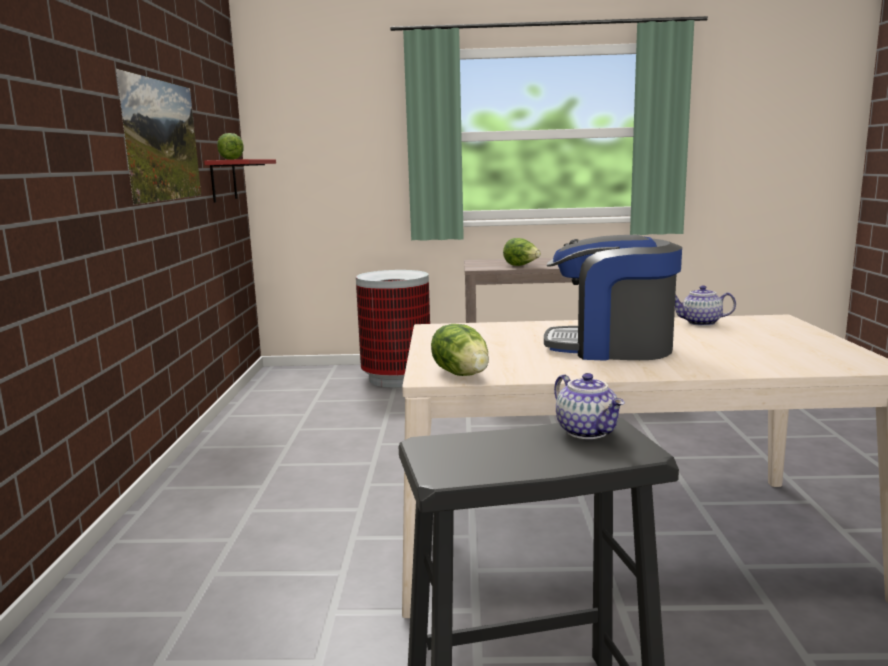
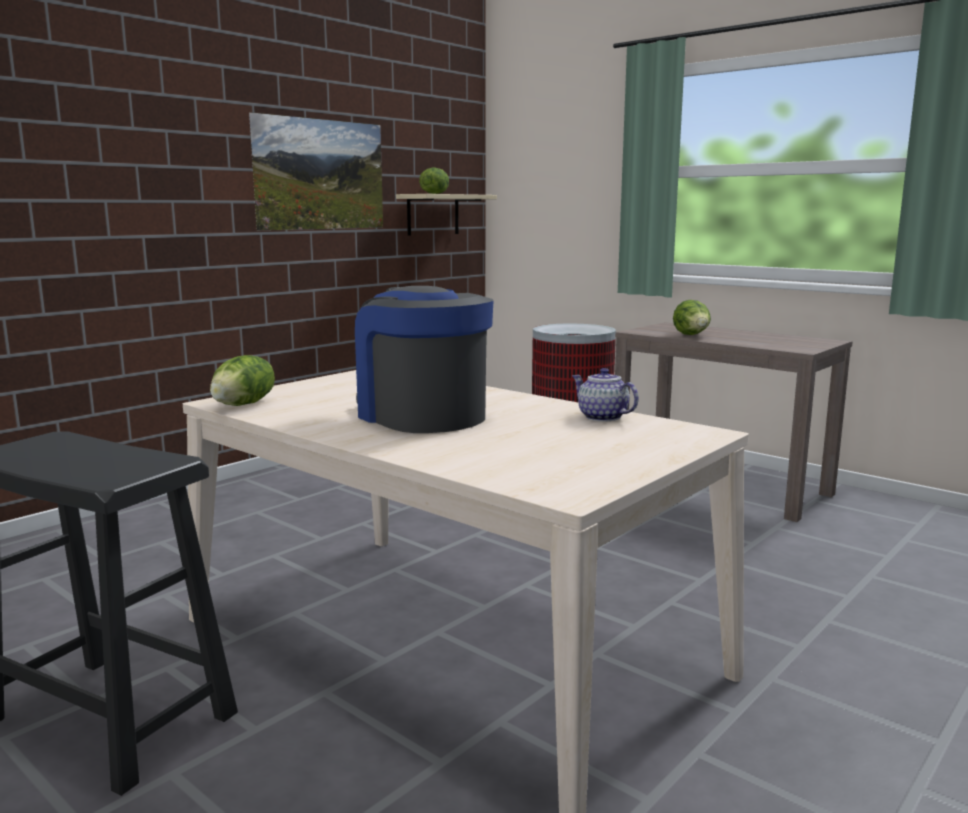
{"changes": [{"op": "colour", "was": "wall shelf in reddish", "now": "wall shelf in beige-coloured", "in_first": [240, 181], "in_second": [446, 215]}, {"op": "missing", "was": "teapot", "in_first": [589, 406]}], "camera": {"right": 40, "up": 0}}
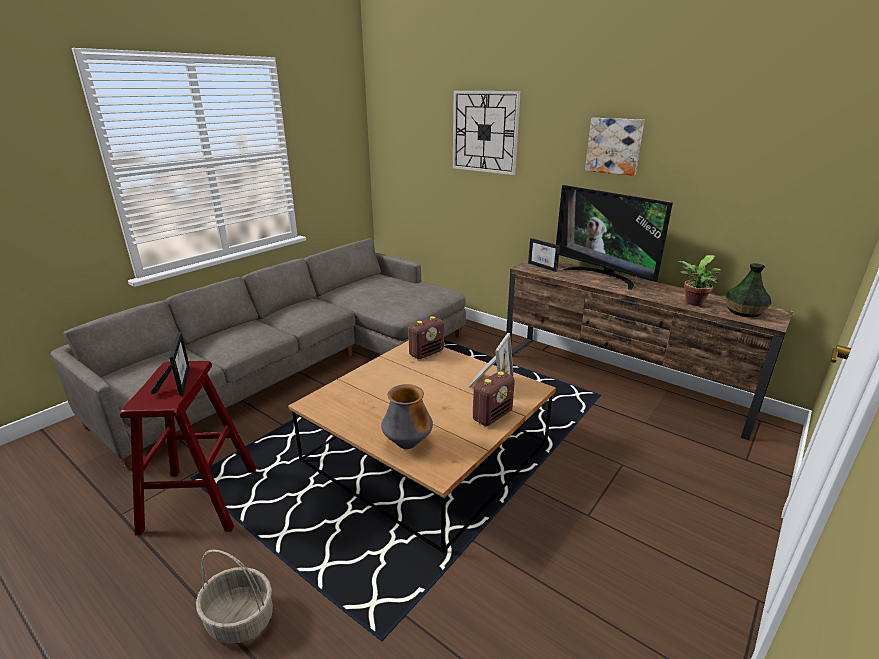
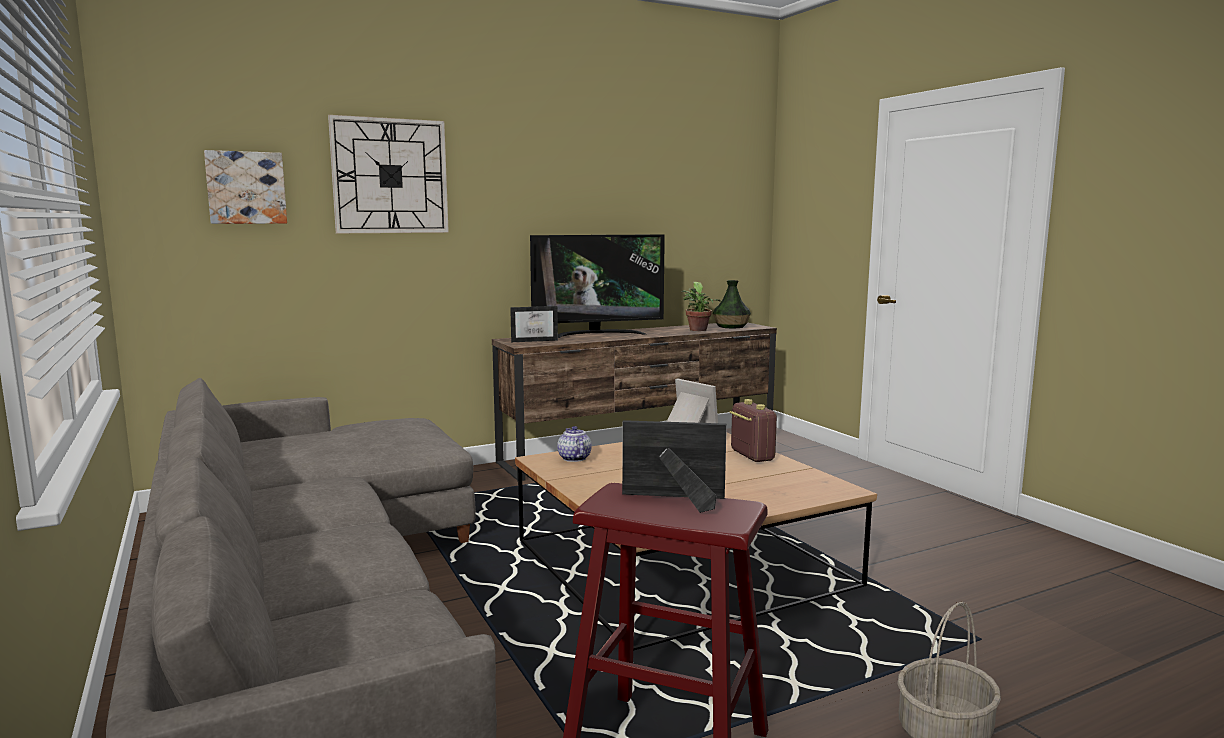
{"changes": [{"op": "relocated", "was": "picture", "in_first": [615, 147], "in_second": [245, 187]}, {"op": "exchanged", "was": "radio set", "now": "teapot", "in_first": [426, 337], "in_second": [574, 444]}, {"op": "missing", "was": "decorative vase", "in_first": [407, 416]}], "camera": {"right": -65, "up": -15}}
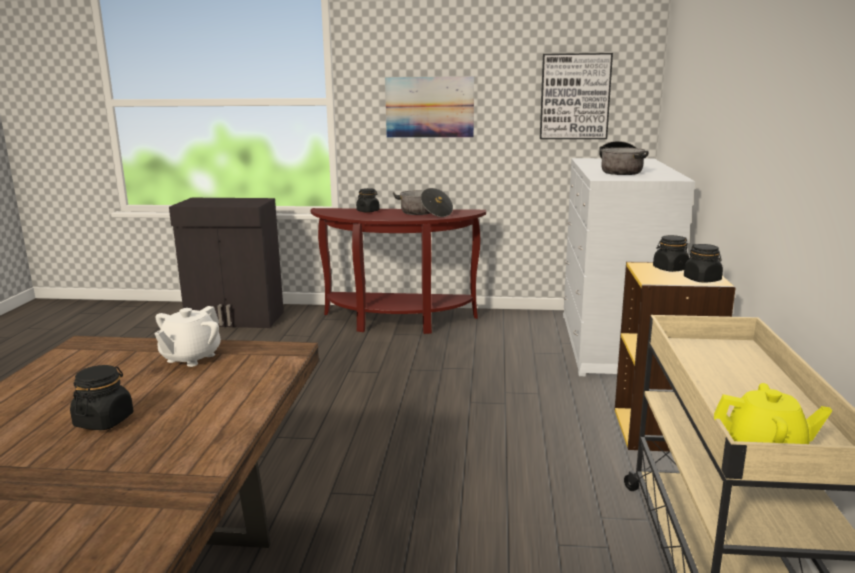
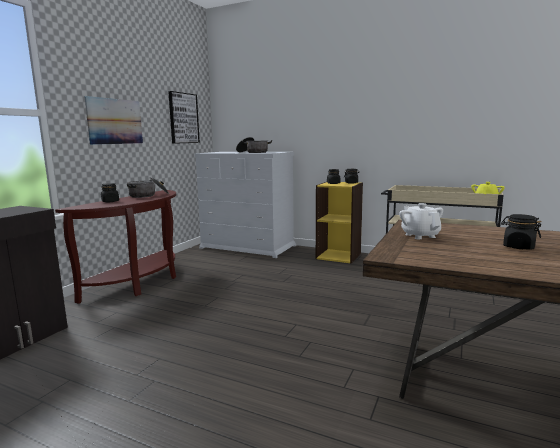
{"changes": [{"op": "spun", "was": "teapot in whitish", "in_first": [187, 336], "in_second": [421, 221], "clockwise": -150}], "camera": {"right": -70, "up": -5}}
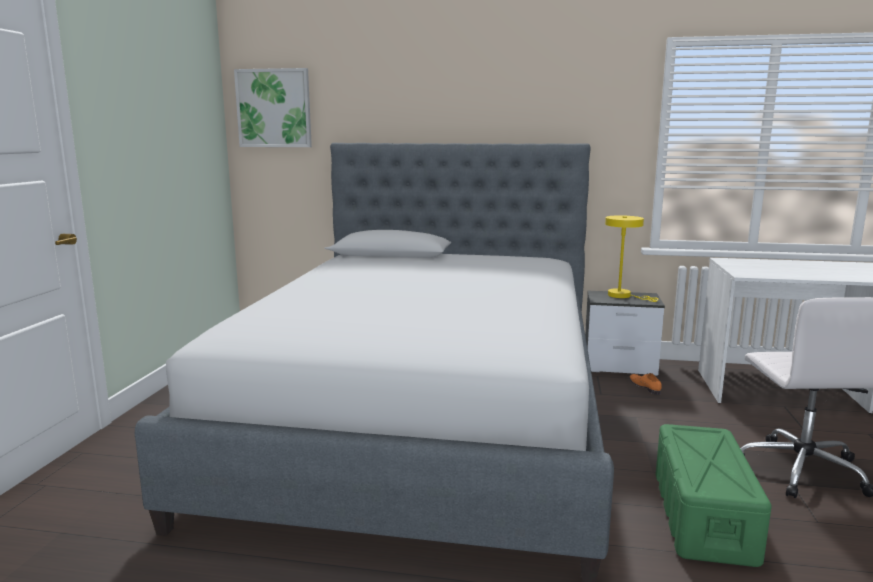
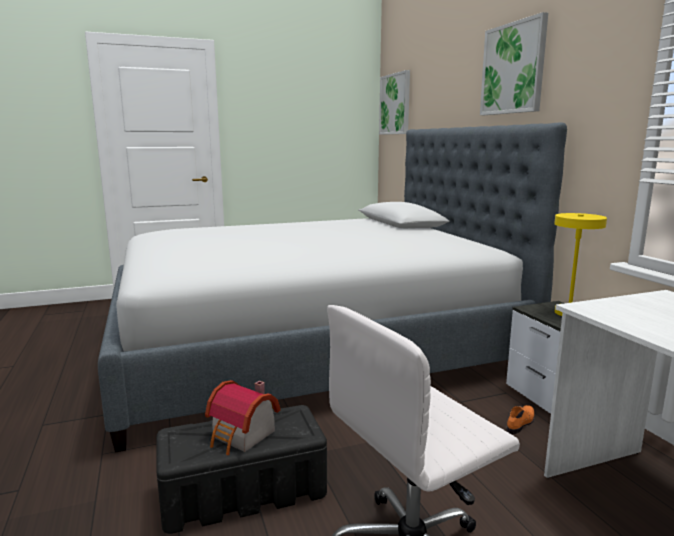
{"changes": [{"op": "colour", "was": "storage bin in green-coloured", "now": "storage bin in black", "in_first": [714, 495], "in_second": [242, 469]}, {"op": "appeared", "now": "picture", "in_second": [514, 63]}, {"op": "appeared", "now": "toy house", "in_second": [243, 417]}], "camera": {"right": 60, "up": 0}}
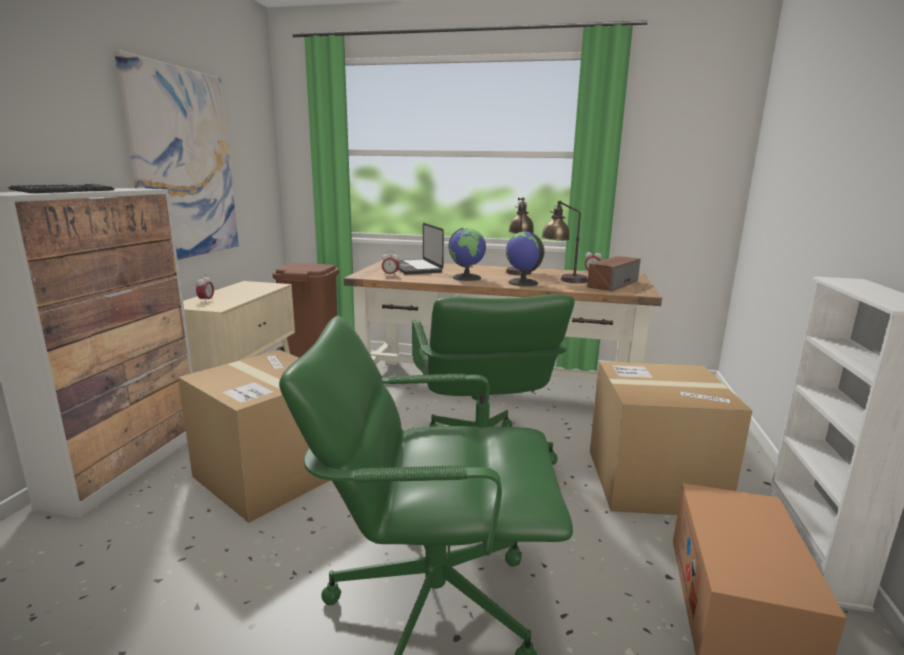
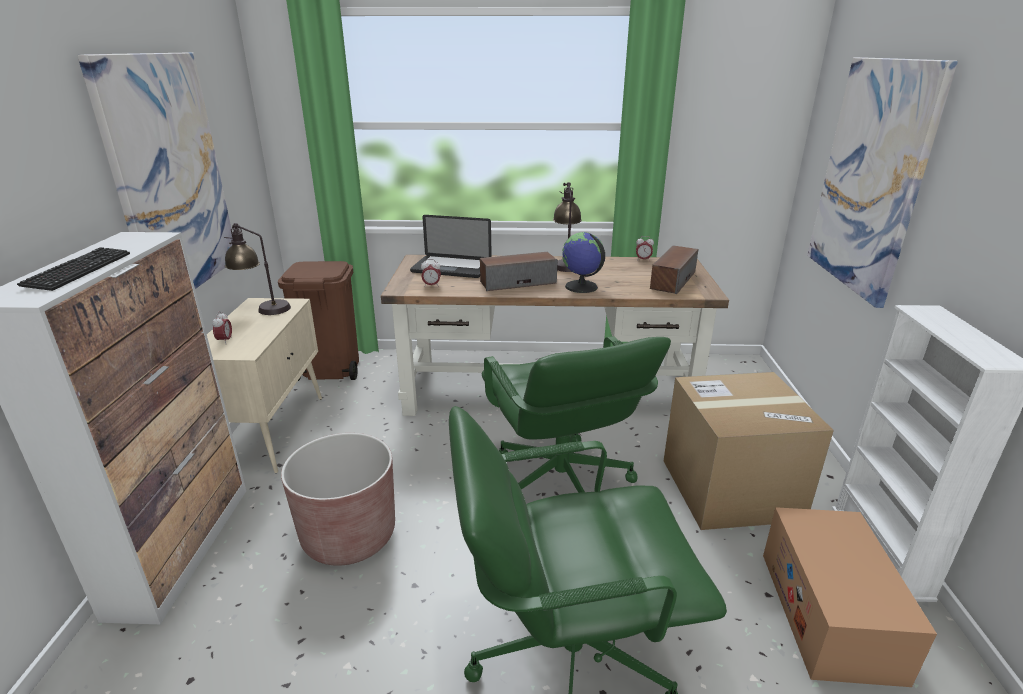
{"changes": [{"op": "relocated", "was": "tabletop lamp", "in_first": [564, 241], "in_second": [257, 269]}, {"op": "spun", "was": "portable computer", "in_first": [421, 248], "in_second": [451, 246], "clockwise": -45}, {"op": "exchanged", "was": "globe", "now": "audio speaker", "in_first": [467, 254], "in_second": [519, 271]}, {"op": "exchanged", "was": "carton", "now": "plant pot in brownish", "in_first": [254, 436], "in_second": [338, 499]}, {"op": "appeared", "now": "picture", "in_second": [882, 182]}], "camera": {"right": -10, "up": 10}}
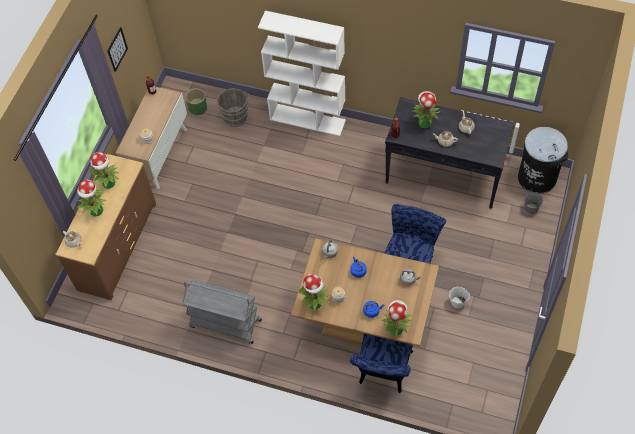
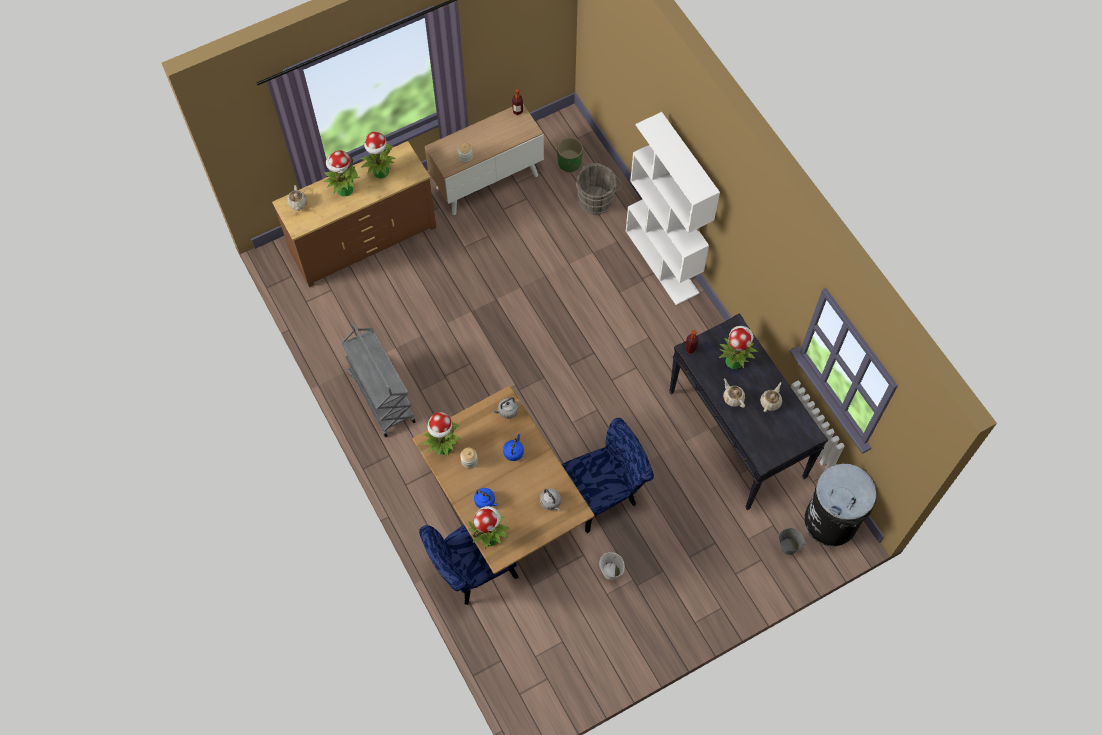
{"changes": [{"op": "missing", "was": "picture", "in_first": [117, 49]}], "camera": {"right": 40, "up": 5}}
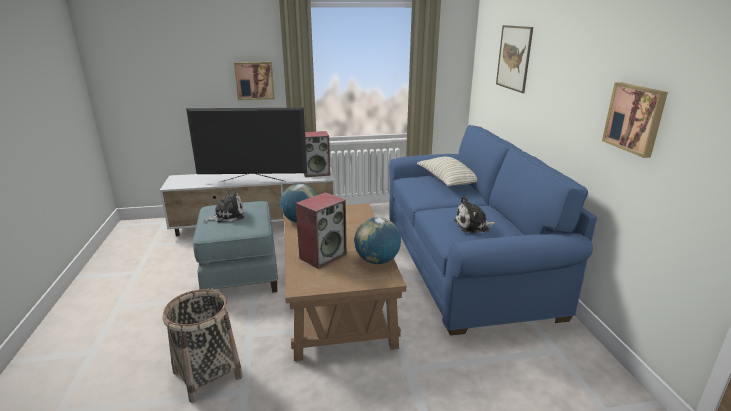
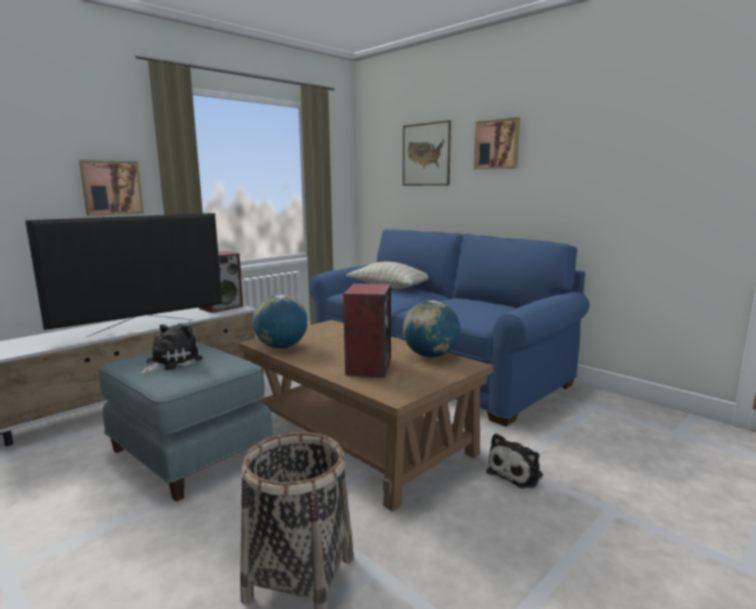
{"changes": [{"op": "relocated", "was": "picture", "in_first": [635, 120], "in_second": [497, 143]}, {"op": "relocated", "was": "soft toy", "in_first": [475, 215], "in_second": [514, 461]}], "camera": {"right": -35, "up": -10}}
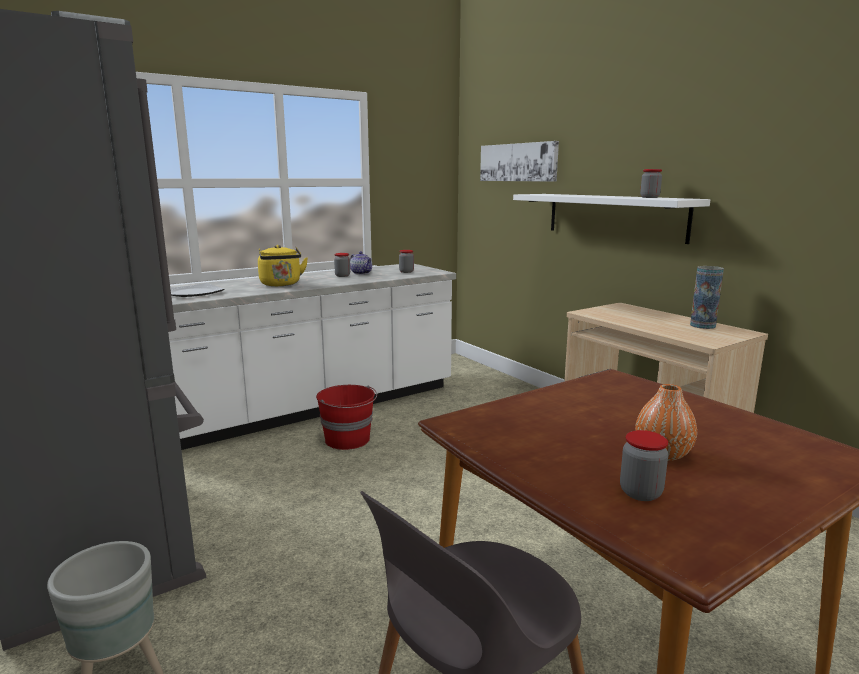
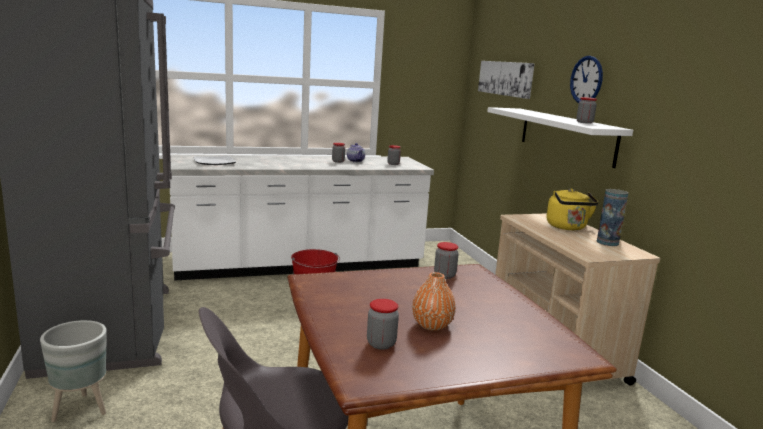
{"changes": [{"op": "relocated", "was": "water kettle in yellow-coloured", "in_first": [283, 265], "in_second": [572, 209]}, {"op": "appeared", "now": "wall clock", "in_second": [586, 79]}, {"op": "appeared", "now": "jar", "in_second": [446, 260]}], "camera": {"right": 15, "up": 0}}
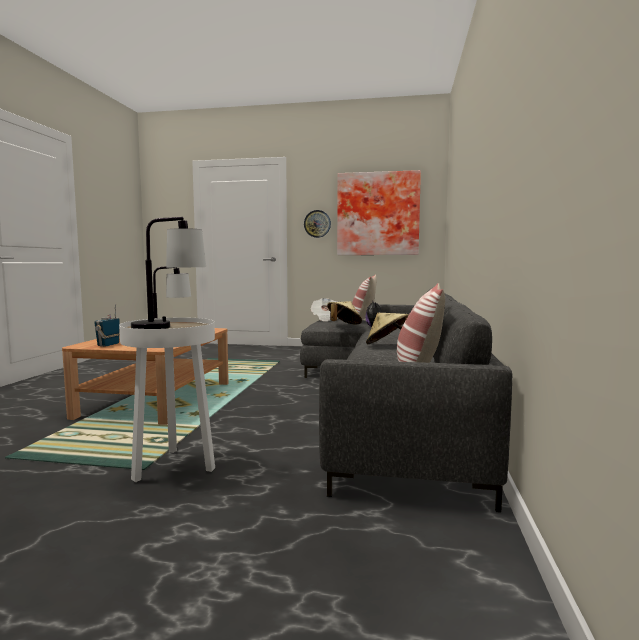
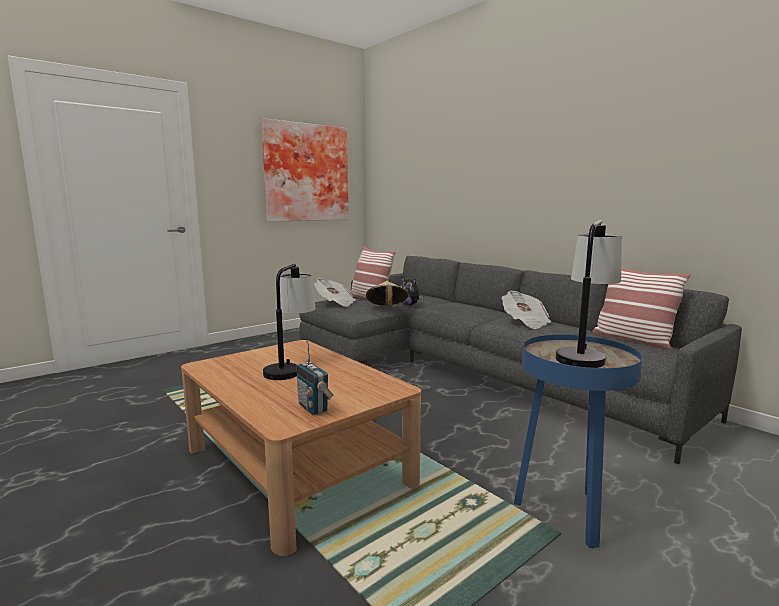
{"changes": [{"op": "missing", "was": "wall clock", "in_first": [317, 224]}, {"op": "exchanged", "was": "clothing hat in beige-coloured", "now": "printed paper", "in_first": [387, 328], "in_second": [526, 310]}, {"op": "colour", "was": "side table in whitish", "now": "side table in blue", "in_first": [167, 400], "in_second": [578, 441]}], "camera": {"right": -50, "up": 5}}
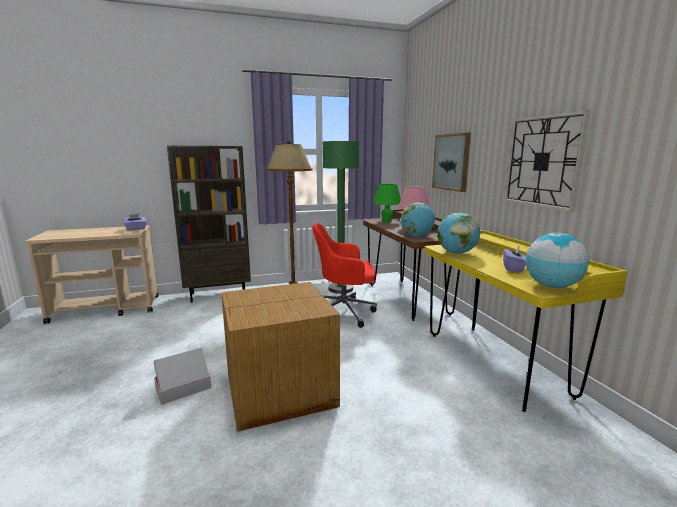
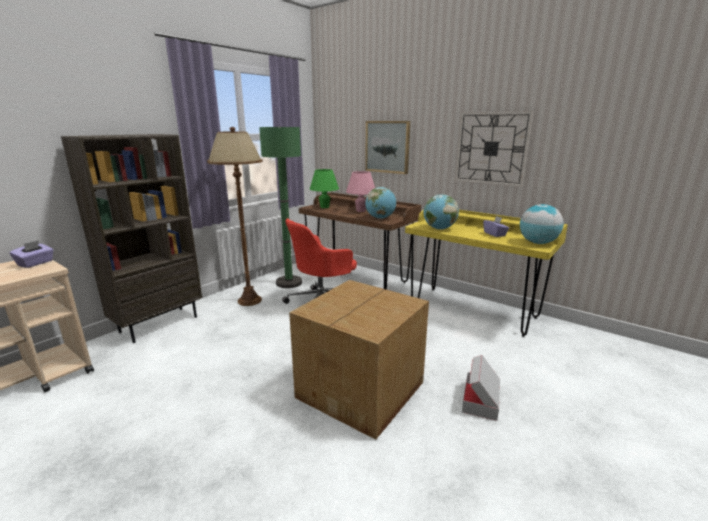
{"changes": [{"op": "relocated", "was": "carton", "in_first": [182, 376], "in_second": [481, 388]}], "camera": {"right": -35, "up": 5}}
